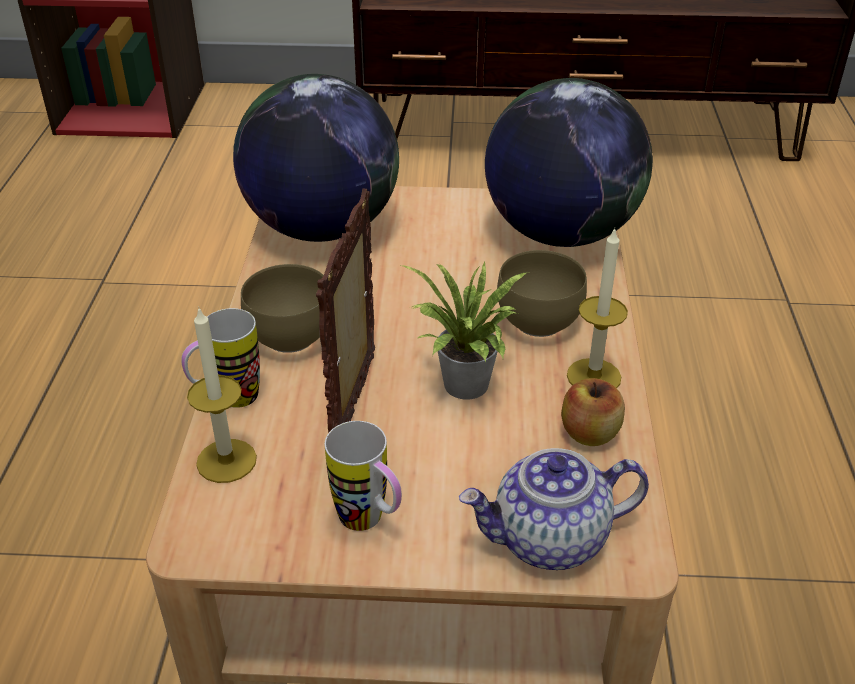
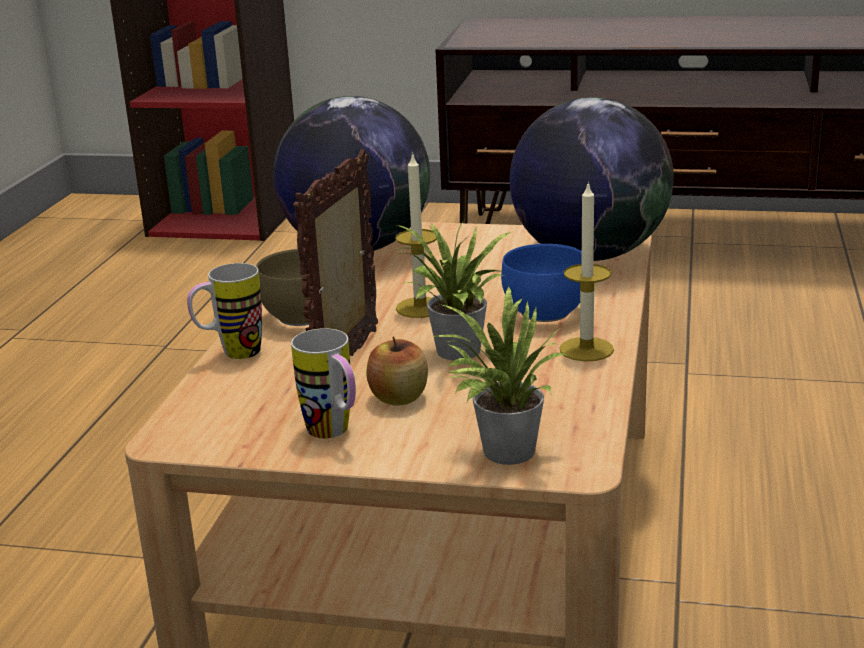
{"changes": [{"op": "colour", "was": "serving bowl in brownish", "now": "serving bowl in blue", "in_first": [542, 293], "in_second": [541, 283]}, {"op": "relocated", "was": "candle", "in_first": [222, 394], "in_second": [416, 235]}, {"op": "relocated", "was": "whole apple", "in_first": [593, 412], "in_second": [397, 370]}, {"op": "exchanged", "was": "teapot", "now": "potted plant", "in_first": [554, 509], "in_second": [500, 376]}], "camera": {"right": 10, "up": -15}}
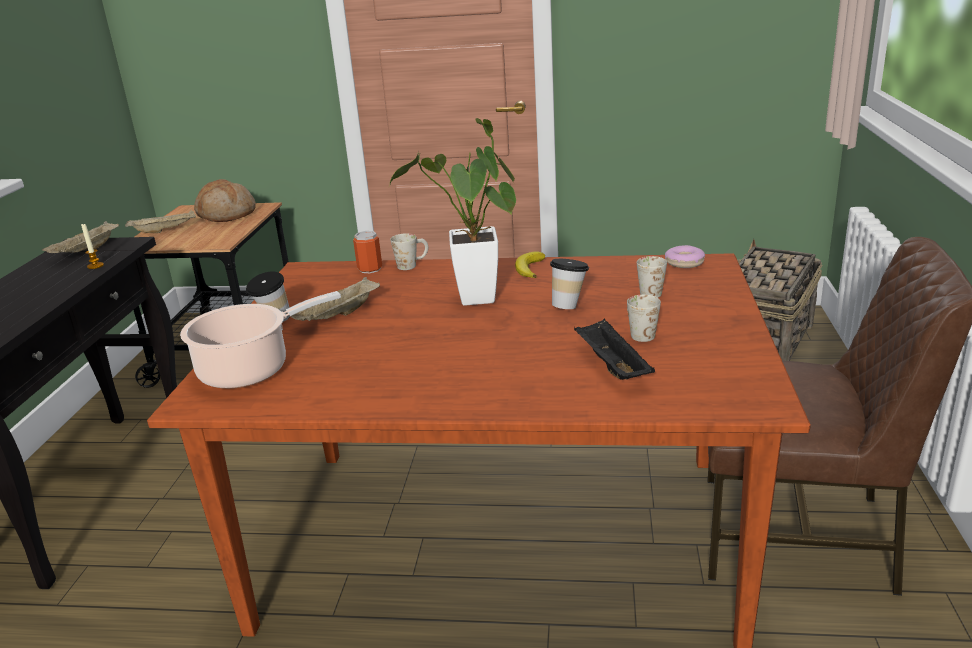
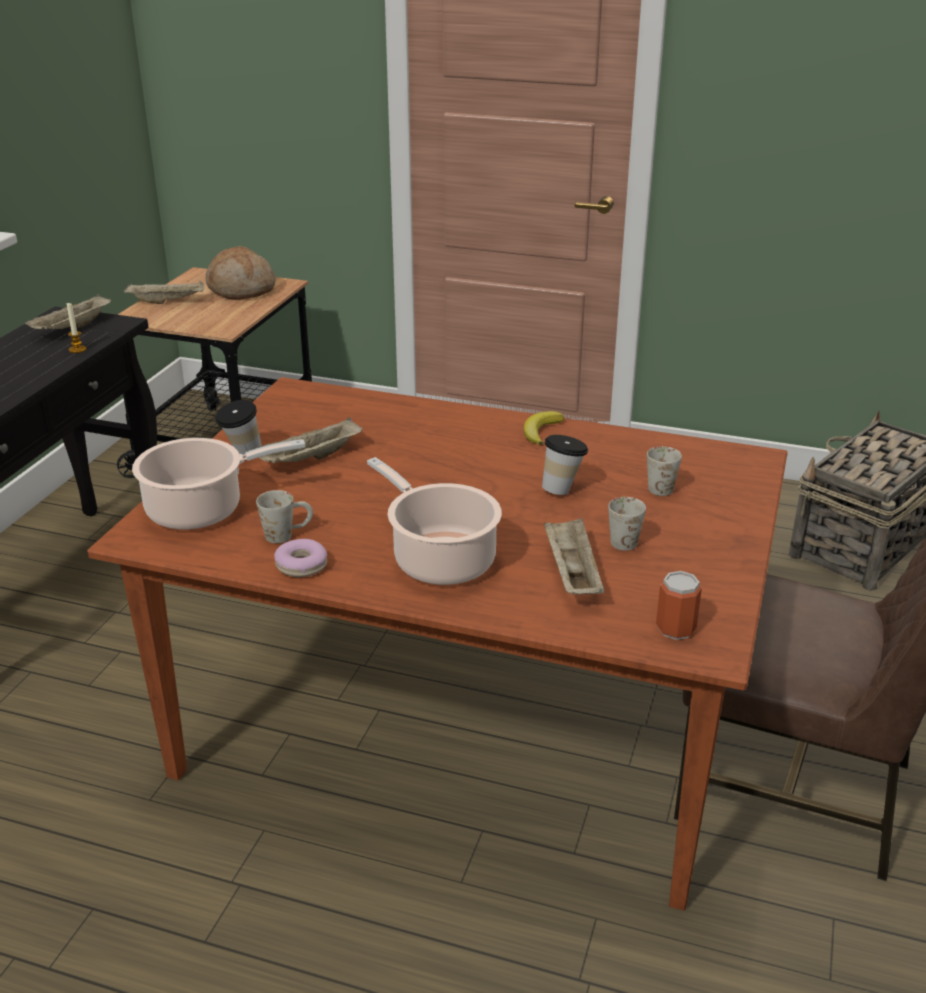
{"changes": [{"op": "missing", "was": "potted plant", "in_first": [453, 212]}, {"op": "relocated", "was": "metal can", "in_first": [367, 252], "in_second": [679, 605]}, {"op": "relocated", "was": "mug in whitish", "in_first": [409, 251], "in_second": [284, 516]}, {"op": "relocated", "was": "doughnut", "in_first": [685, 256], "in_second": [300, 558]}, {"op": "colour", "was": "serving tray in black", "now": "serving tray in beige-coloured", "in_first": [614, 349], "in_second": [574, 556]}, {"op": "appeared", "now": "stockpot", "in_second": [434, 521]}], "camera": {"right": 10, "up": 5}}
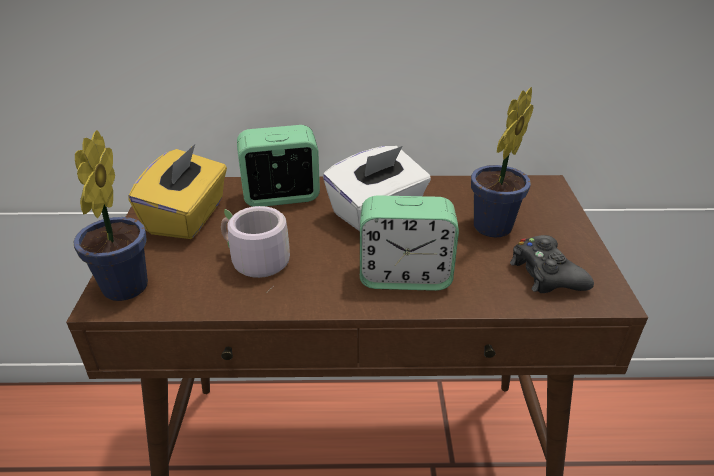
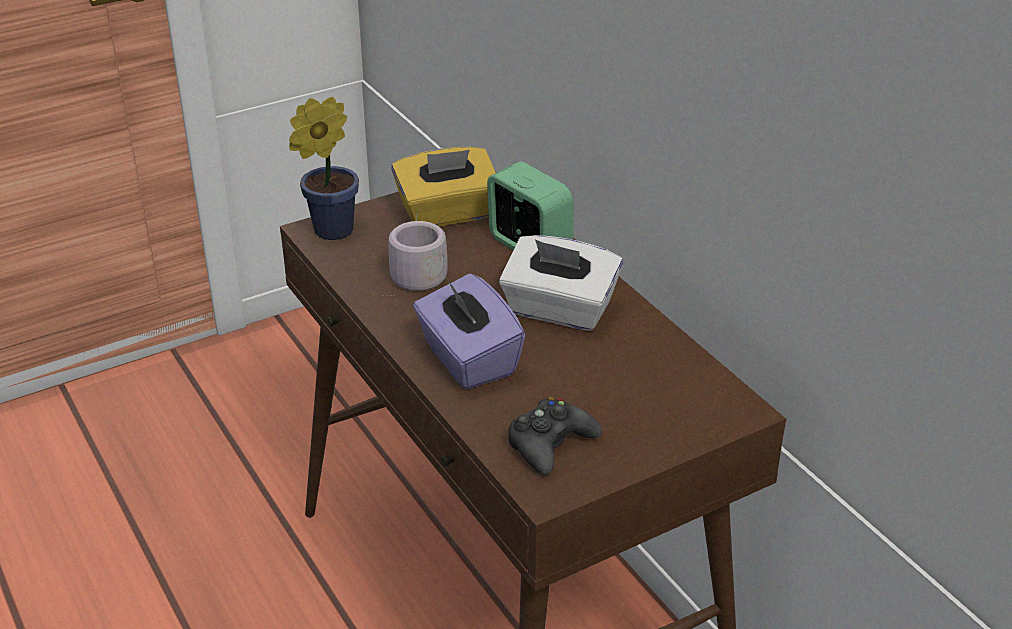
{"changes": [{"op": "missing", "was": "potted plant", "in_first": [502, 162]}, {"op": "exchanged", "was": "bedside clock", "now": "box of tissues in purplish", "in_first": [409, 243], "in_second": [469, 331]}], "camera": {"right": 60, "up": 0}}
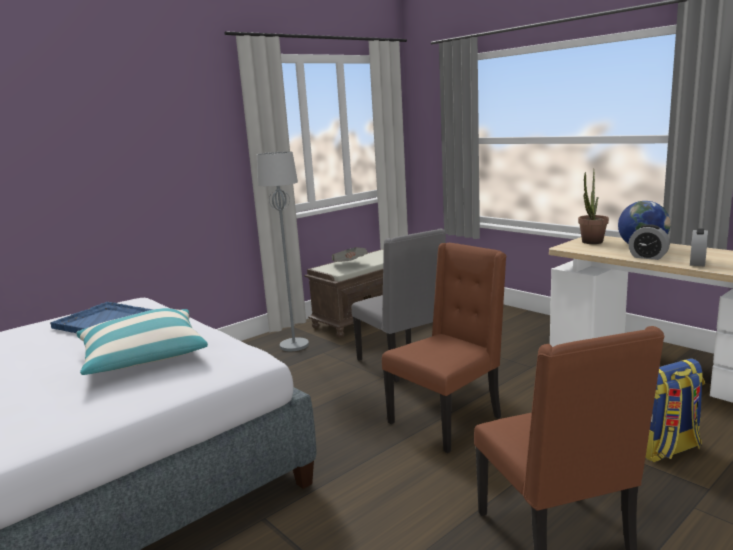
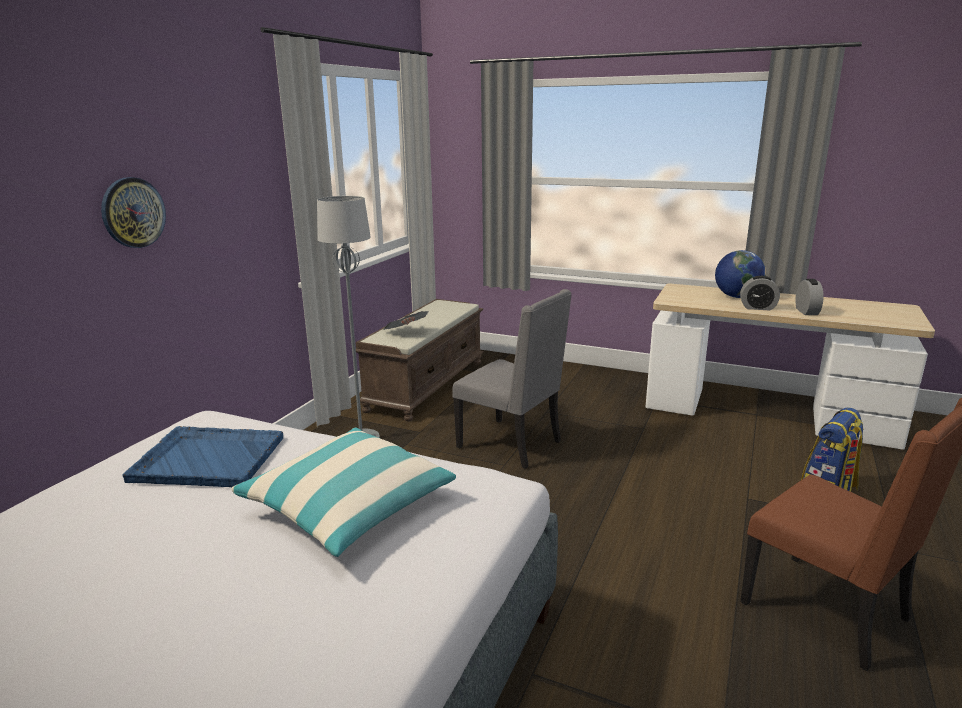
{"changes": [{"op": "missing", "was": "potted plant", "in_first": [593, 206]}, {"op": "missing", "was": "plain chair in brownish", "in_first": [444, 348]}, {"op": "appeared", "now": "wall clock", "in_second": [133, 212]}], "camera": {"right": -25, "up": 5}}
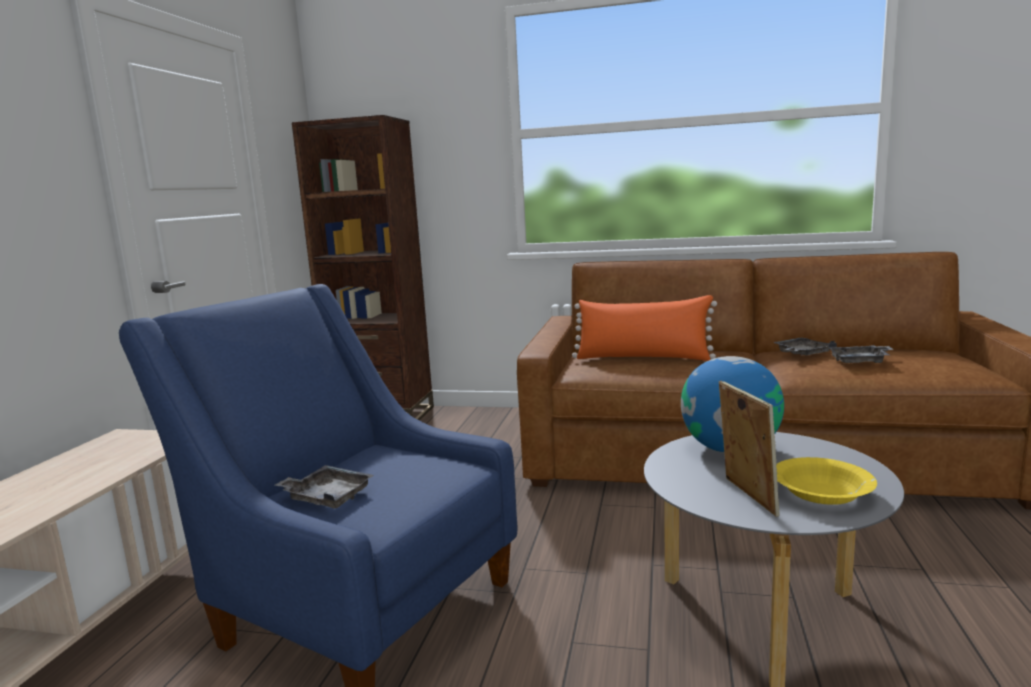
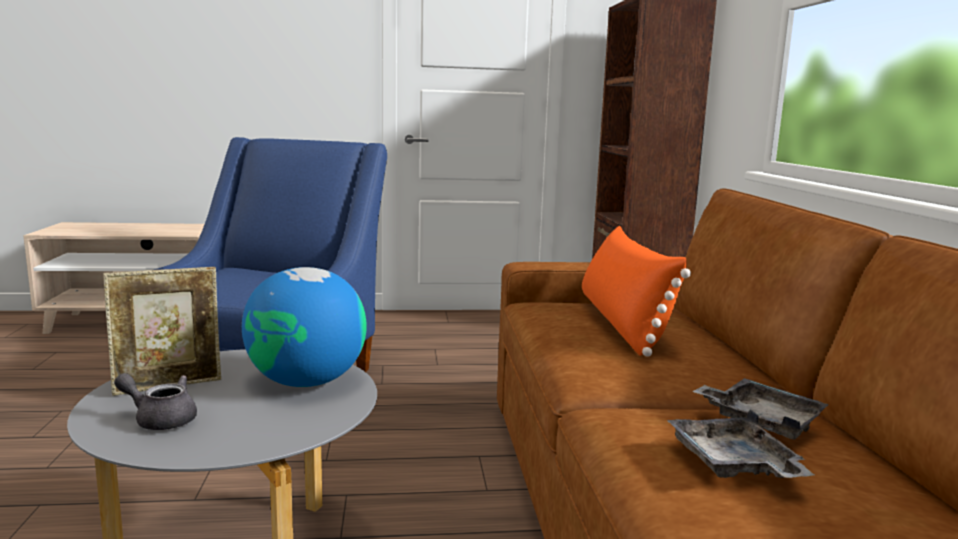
{"changes": [{"op": "exchanged", "was": "serving bowl in yellow-coloured", "now": "teapot in gray", "in_first": [826, 481], "in_second": [155, 401]}, {"op": "missing", "was": "serving tray in gray", "in_first": [324, 486]}], "camera": {"right": 70, "up": 0}}
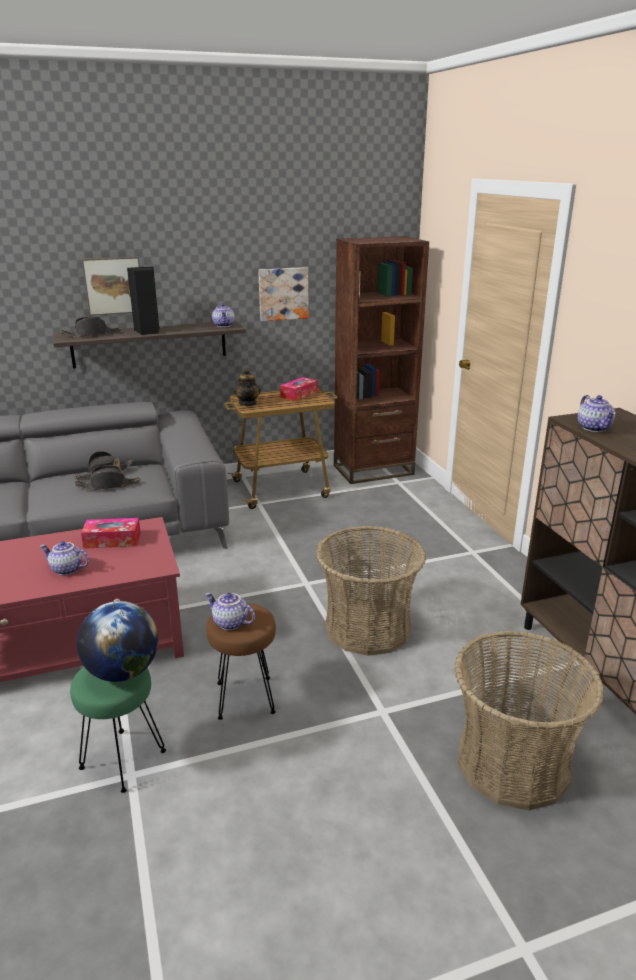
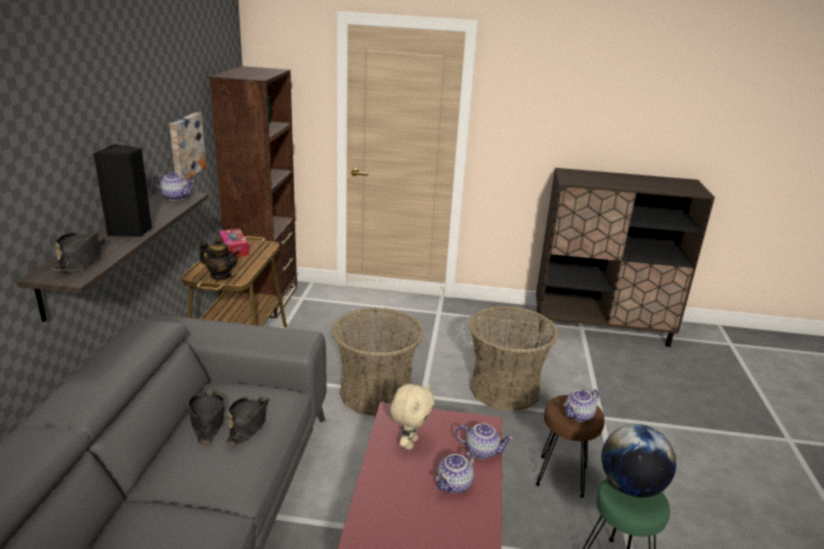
{"changes": [{"op": "missing", "was": "picture", "in_first": [111, 286]}, {"op": "relocated", "was": "teapot", "in_first": [597, 413], "in_second": [484, 441]}, {"op": "exchanged", "was": "box of tissues", "now": "soft toy in beige-coloured", "in_first": [111, 533], "in_second": [412, 417]}, {"op": "relocated", "was": "storage basket", "in_first": [529, 720], "in_second": [378, 361]}], "camera": {"right": -65, "up": 0}}
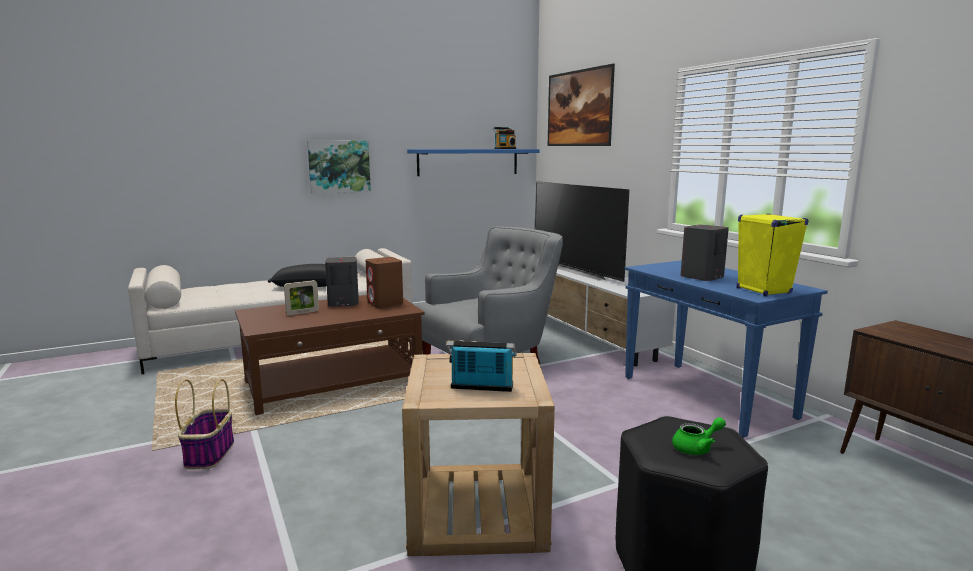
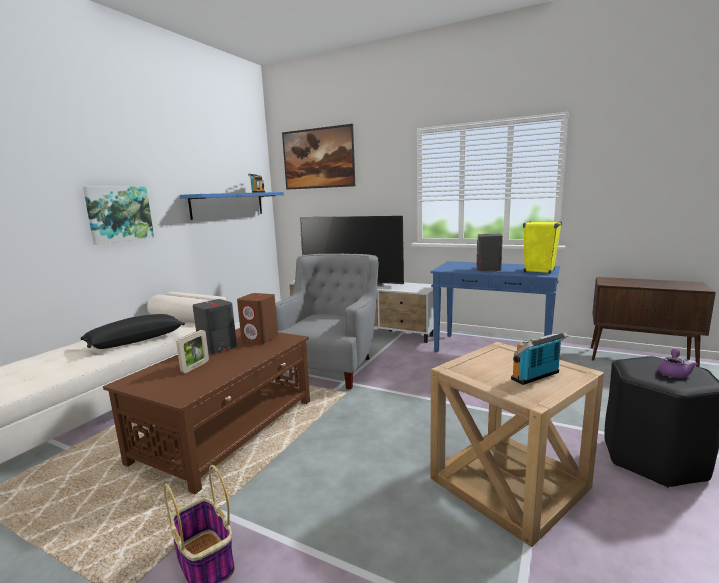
{"changes": [{"op": "colour", "was": "teapot in green-coloured", "now": "teapot in purplish", "in_first": [699, 436], "in_second": [678, 363]}], "camera": {"right": -35, "up": 0}}
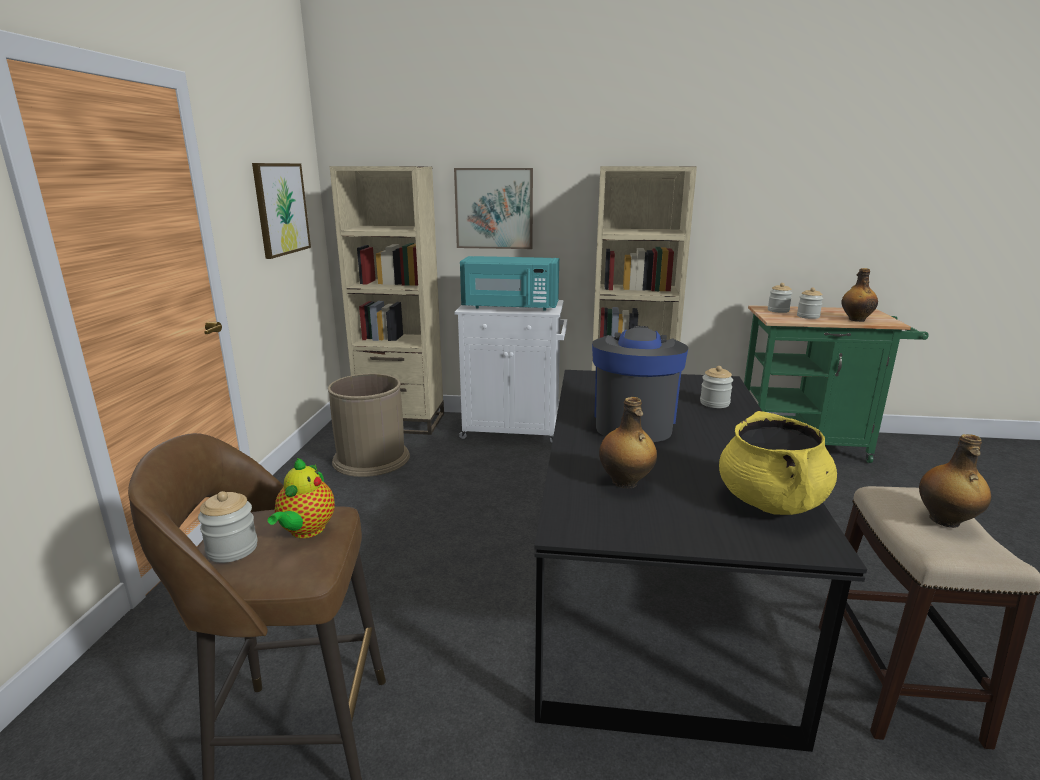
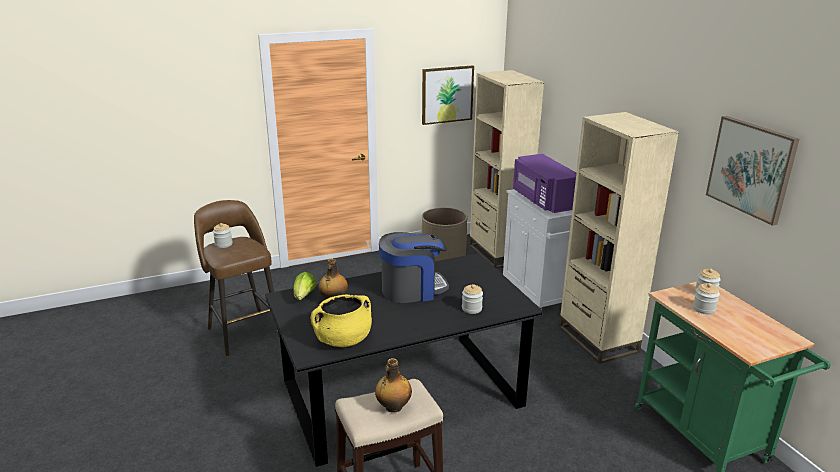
{"changes": [{"op": "relocated", "was": "picture", "in_first": [493, 208], "in_second": [752, 171]}, {"op": "colour", "was": "kitchen microwave in turquoise-coloured", "now": "kitchen microwave in purplish", "in_first": [509, 283], "in_second": [544, 183]}, {"op": "missing", "was": "drink bottle", "in_first": [859, 295]}, {"op": "missing", "was": "teapot", "in_first": [301, 498]}, {"op": "appeared", "now": "head of lettuce", "in_second": [305, 286]}], "camera": {"right": 60, "up": 5}}
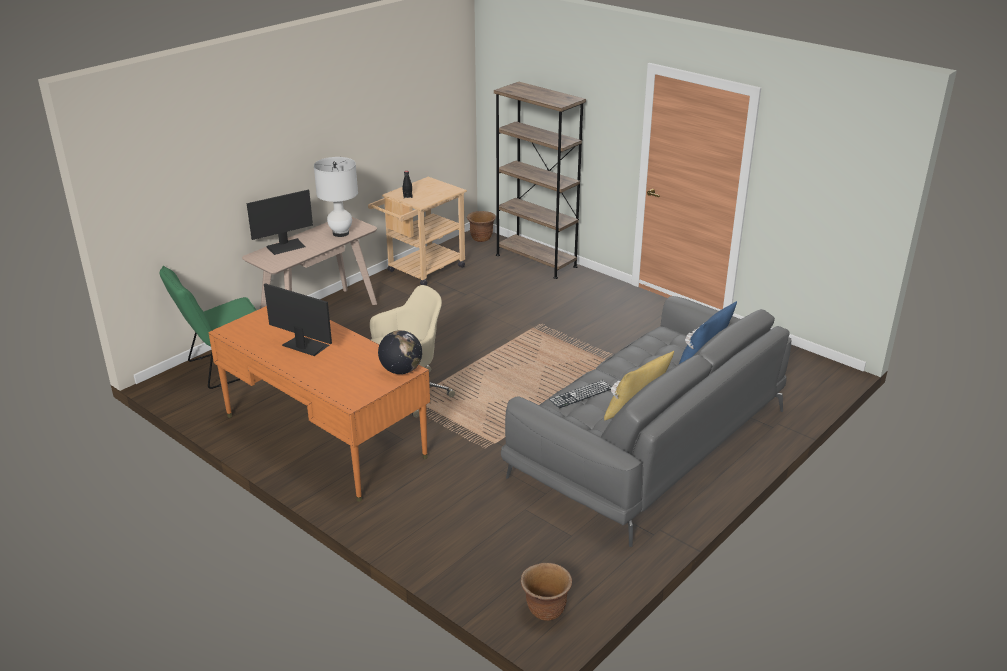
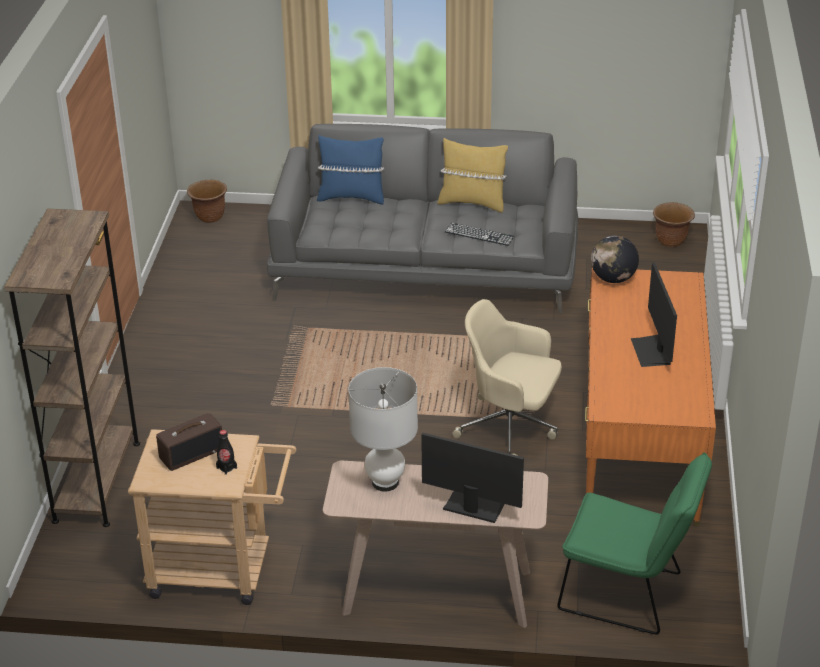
{"changes": [{"op": "relocated", "was": "plant pot in brownish", "in_first": [481, 226], "in_second": [207, 201]}, {"op": "appeared", "now": "radio set", "in_second": [189, 442]}], "camera": {"right": -125, "up": 5}}
